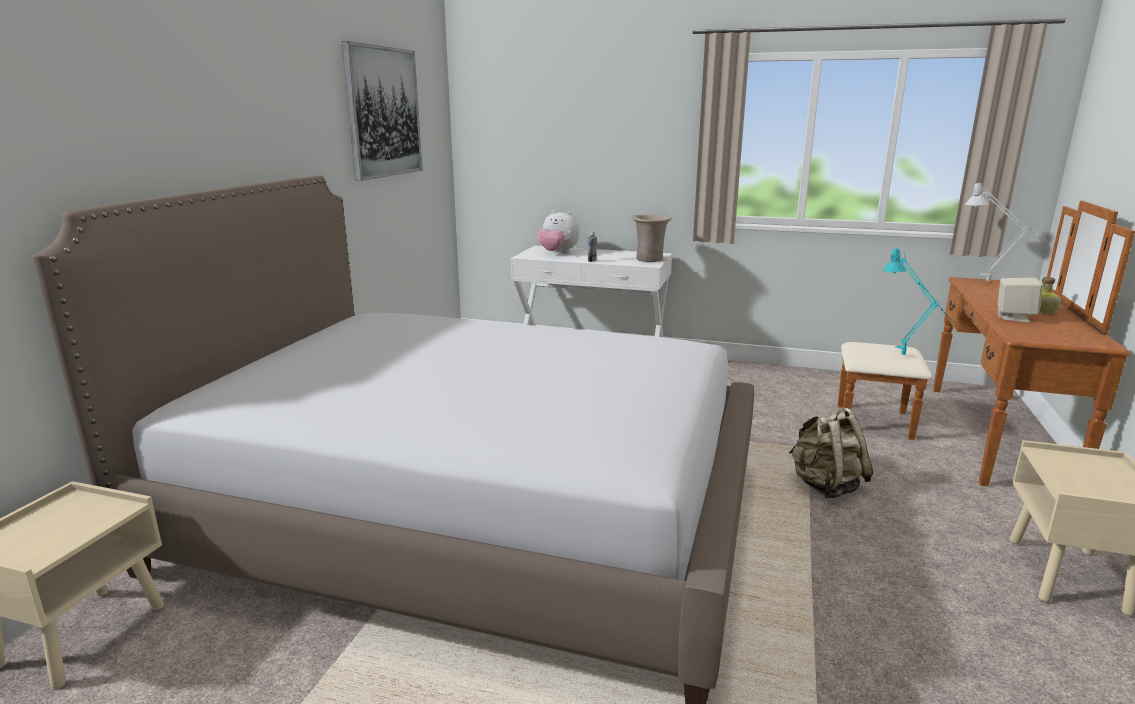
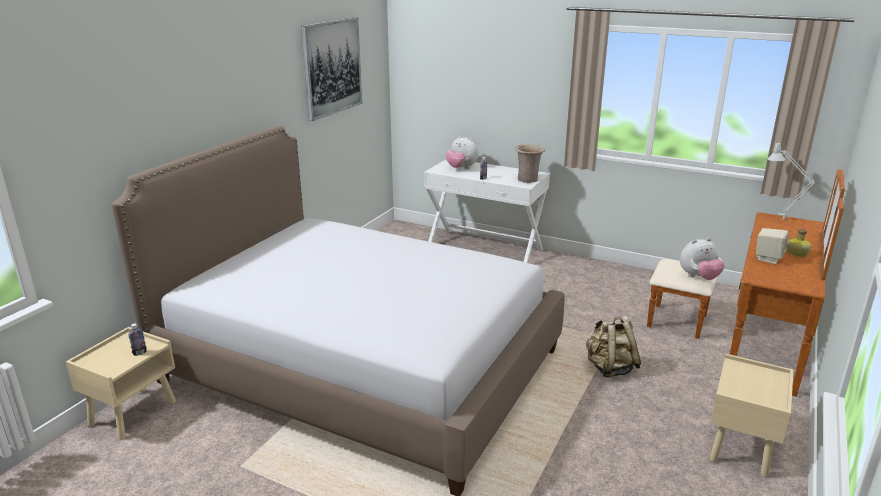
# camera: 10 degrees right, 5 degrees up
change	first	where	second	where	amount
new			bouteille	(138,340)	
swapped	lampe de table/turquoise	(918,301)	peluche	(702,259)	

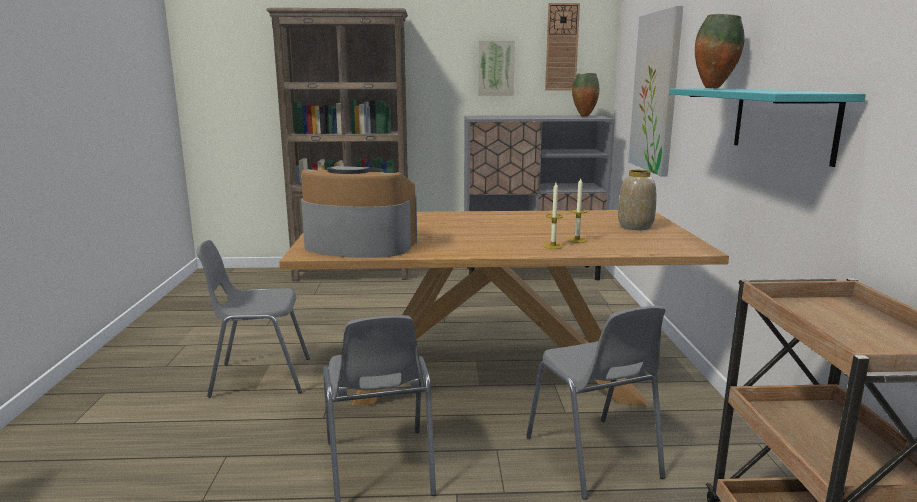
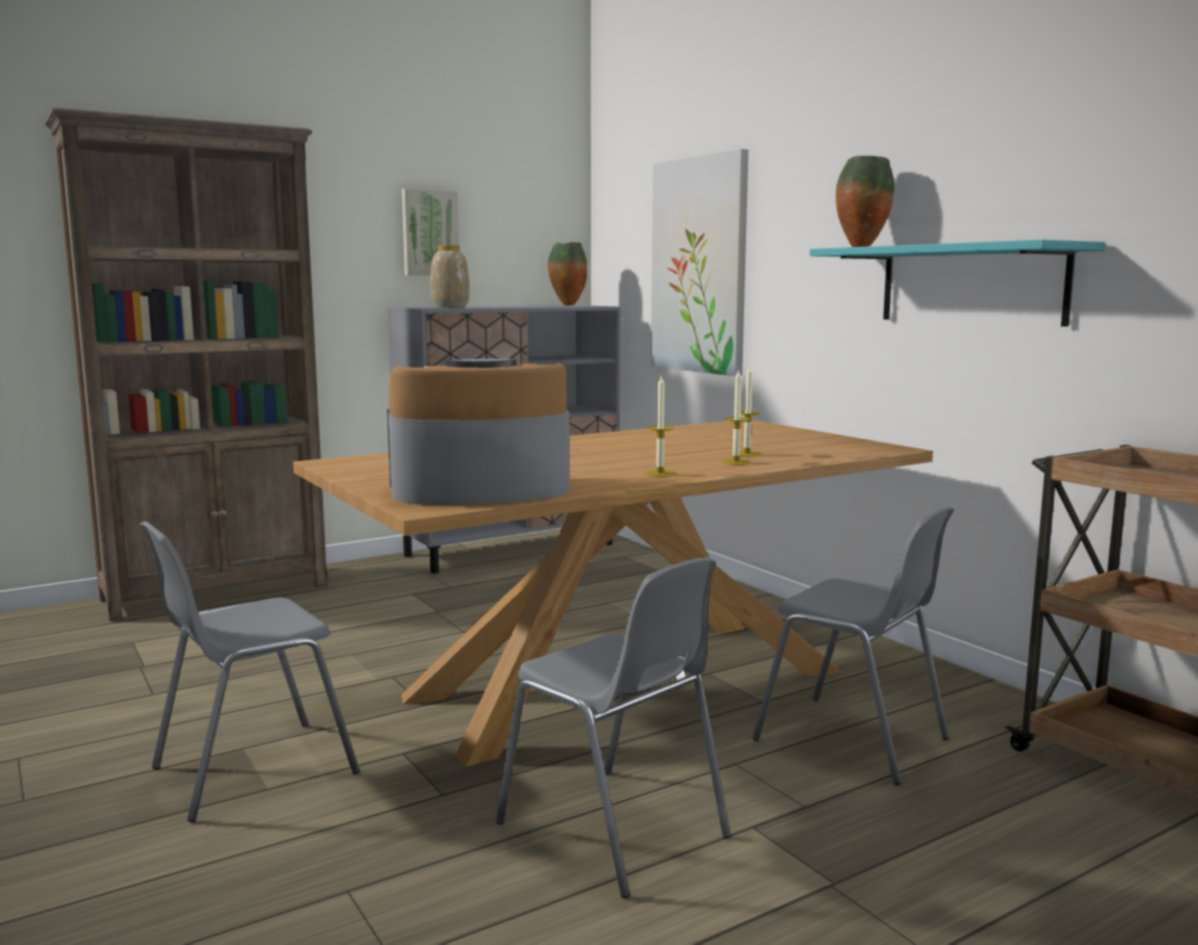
# camera: 30 degrees left, 5 degrees down
change	first	where	second	where	amount
gone	horloge murale	(562,46)			
new			bougie	(660,425)	
shifted	vase	(637,200)		(450,276)	

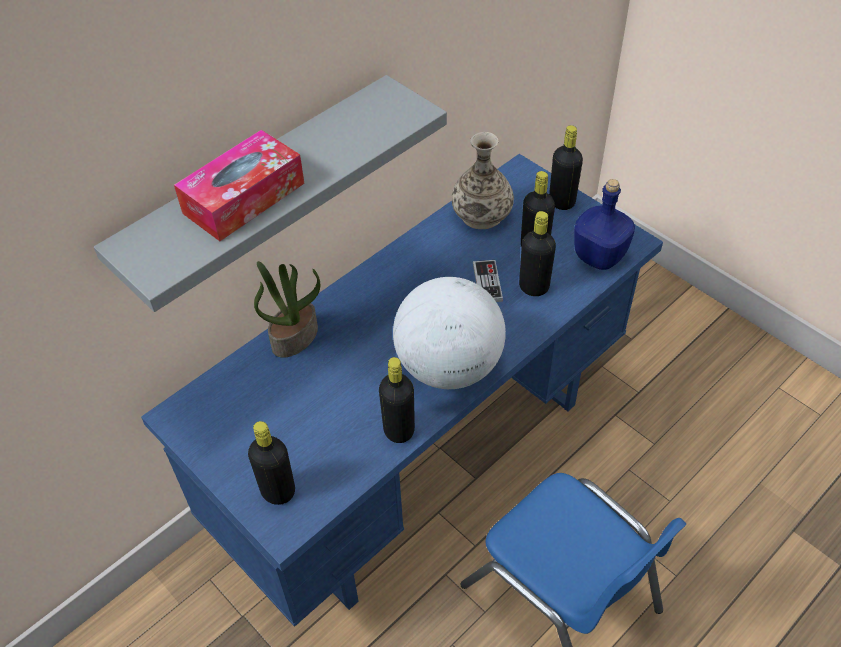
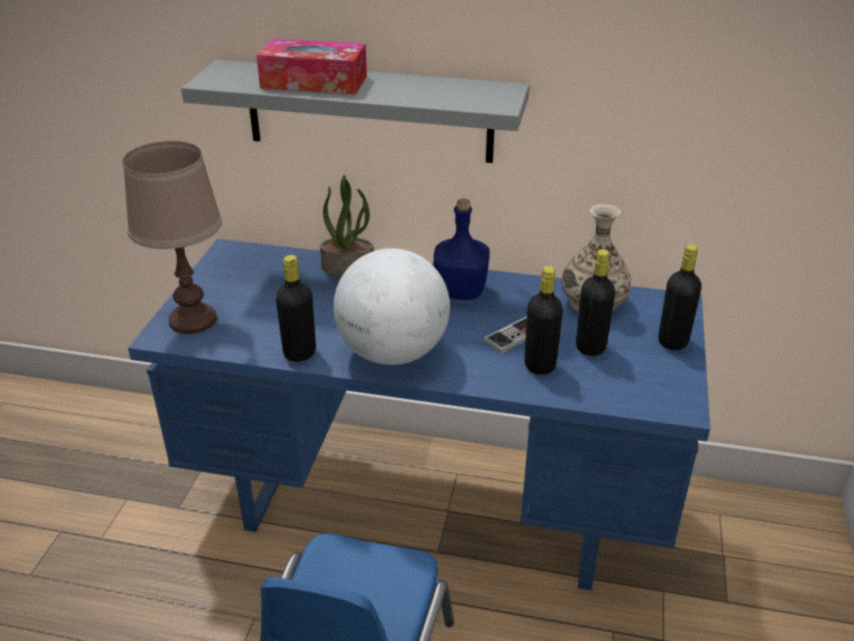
# camera: 55 degrees right, 15 degrees down
change	first	where	second	where	amount
shifted	bouteille/bleu	(604,224)		(461,249)	
swapped	bouteille/noir	(271,463)	lampe de table/marron	(172,237)	

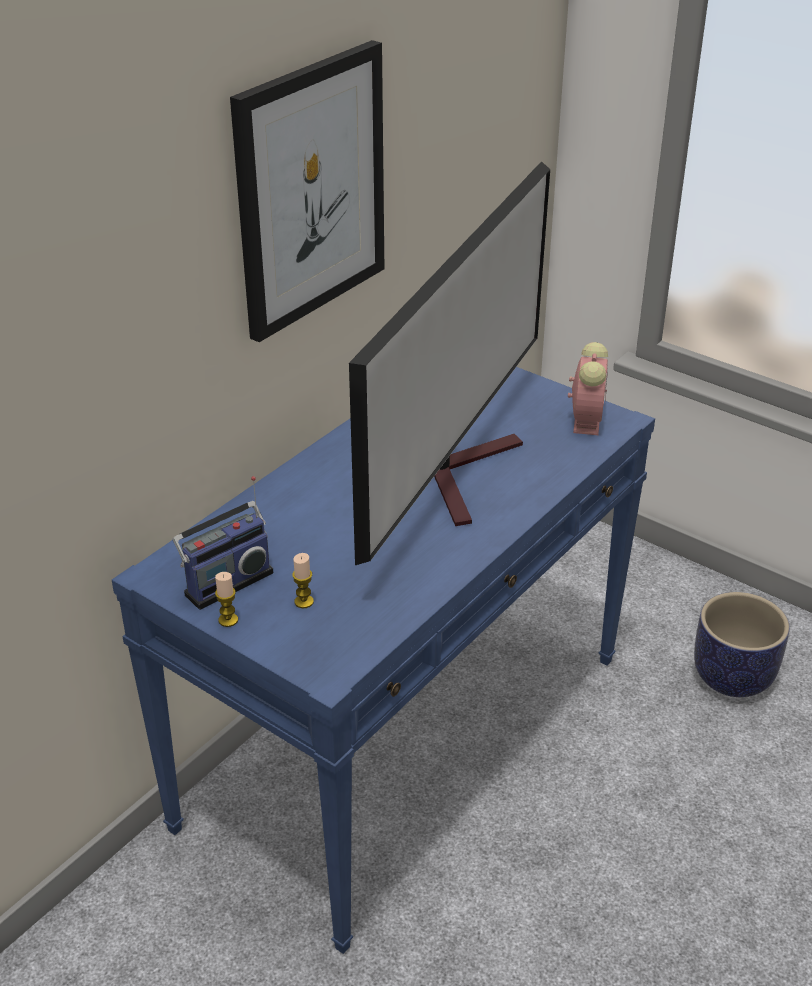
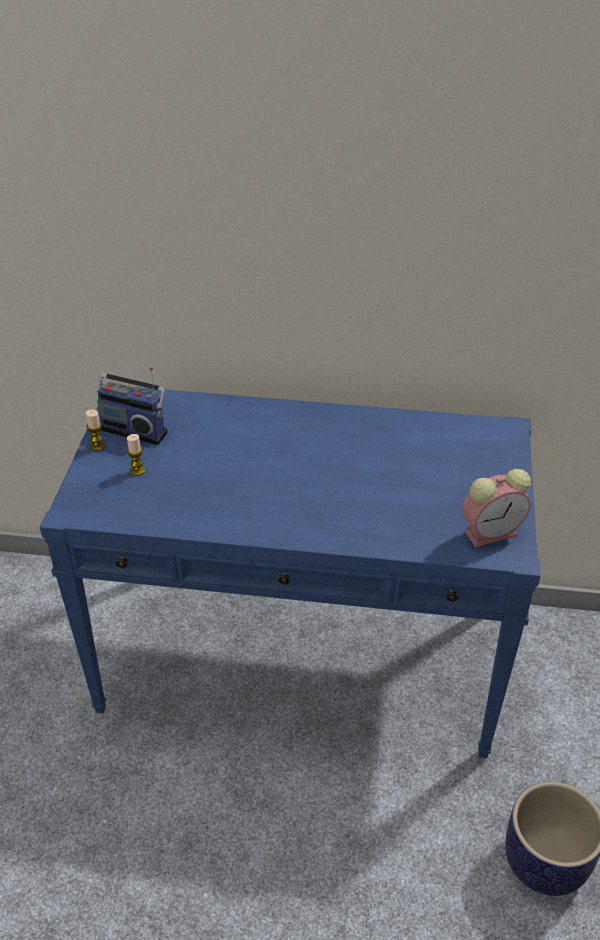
# camera: 60 degrees right, 5 degrees up
change	first	where	second	where	amount
gone	tableau	(307,191)			
gone	téléviseur	(449,363)			

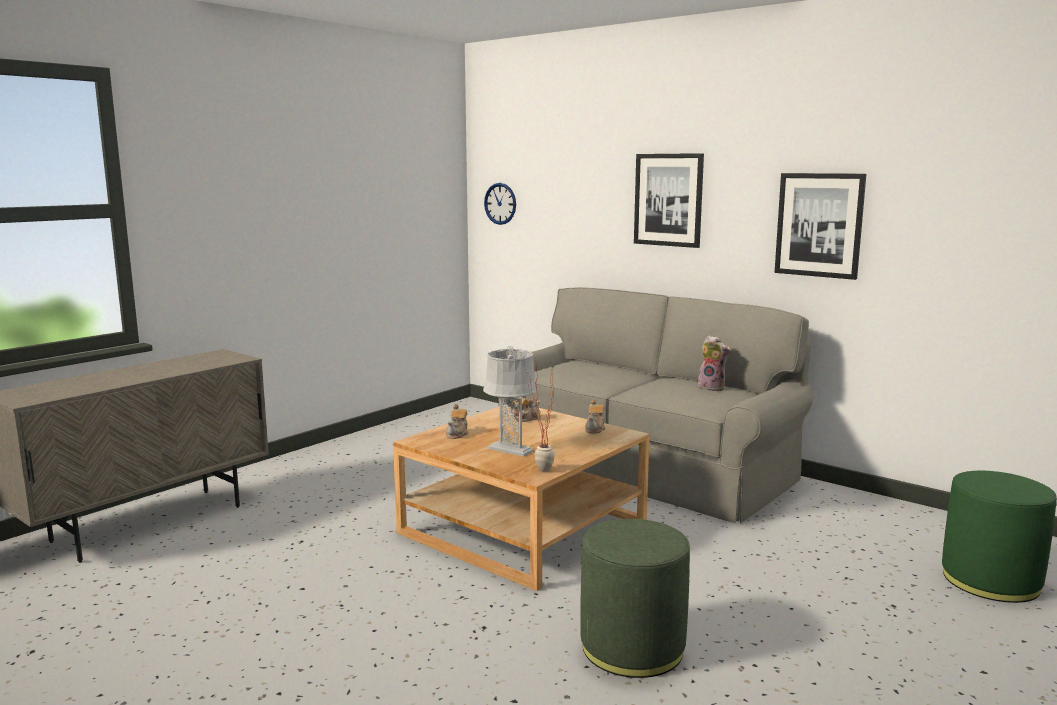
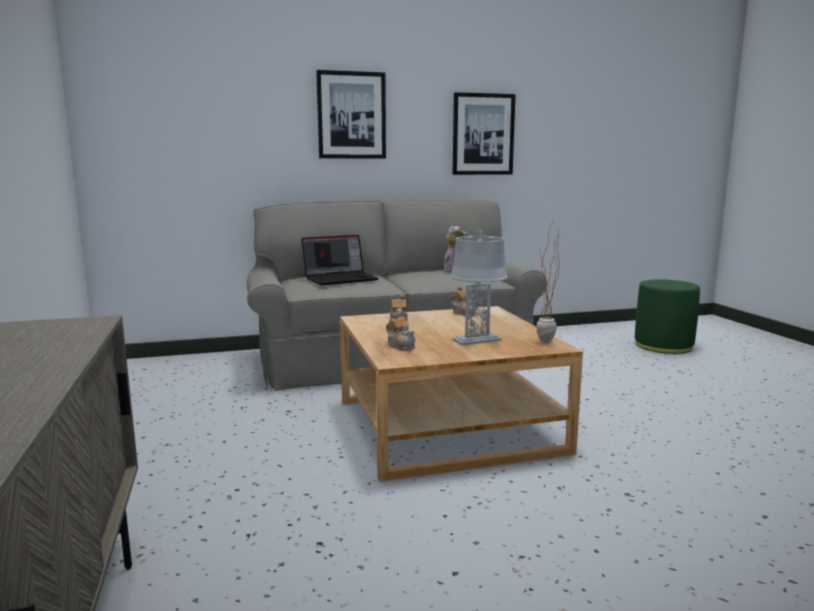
# camera: 55 degrees left, 0 degrees up
change	first	where	second	where	amount
gone	horloge murale	(500,204)			
gone	pouf/vert	(635,598)			
new			ordinateur portable	(340,260)	

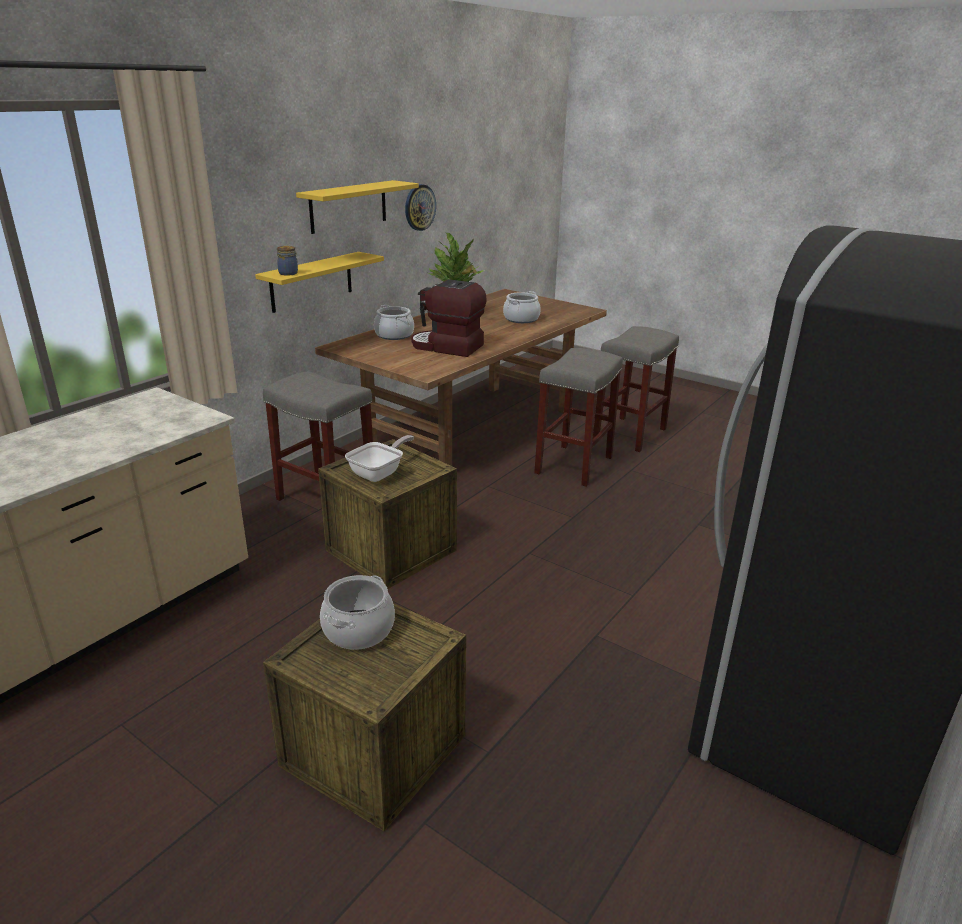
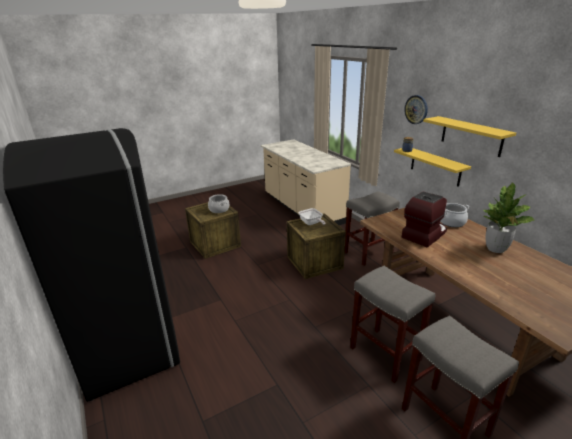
# camera: 115 degrees right, 0 degrees up
change	first	where	second	where	amount
gone	marmite	(522,307)			
shifted	horloge murale	(420,207)		(416,109)	

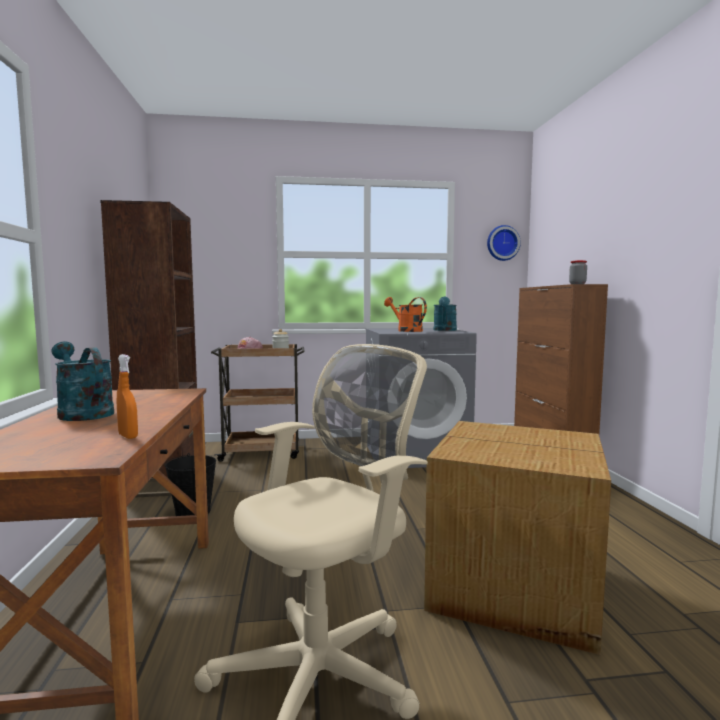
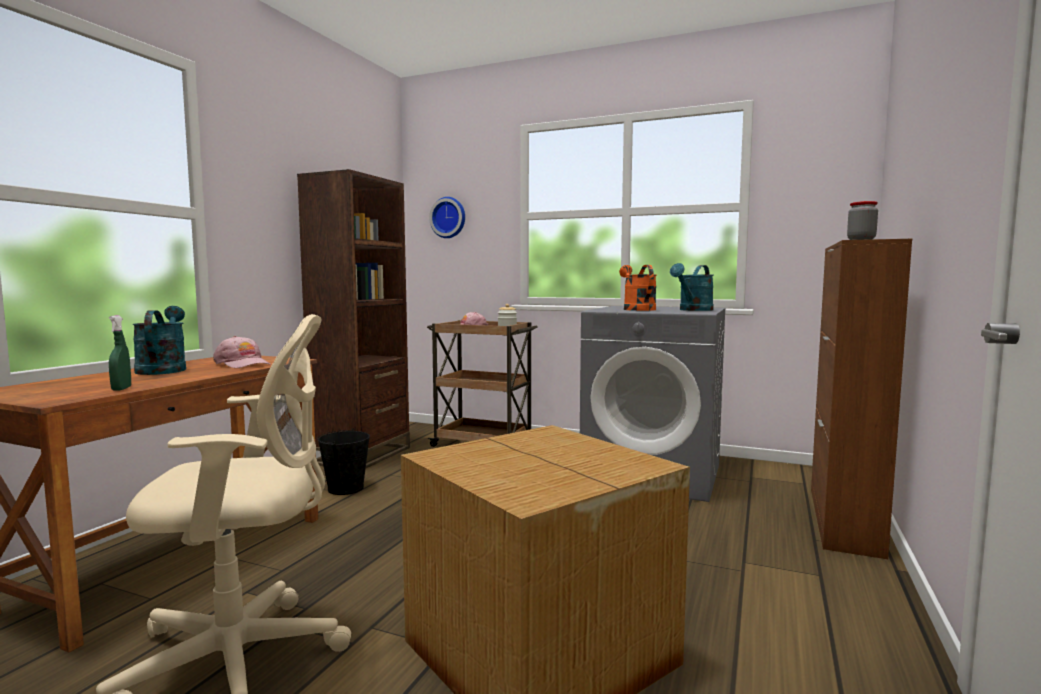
# camera: 30 degrees right, 0 degrees up
change	first	where	second	where	amount
new			casquette/rose	(242,352)	
shifted	horloge murale	(504,243)		(447,217)	
repainted	vaporisateur/orange	(127,396)	vaporisateur/vert	(120,353)	

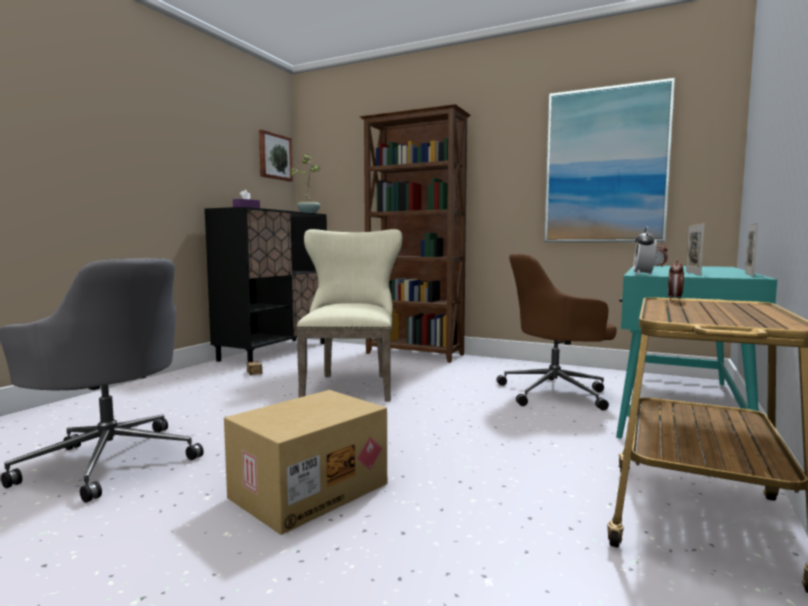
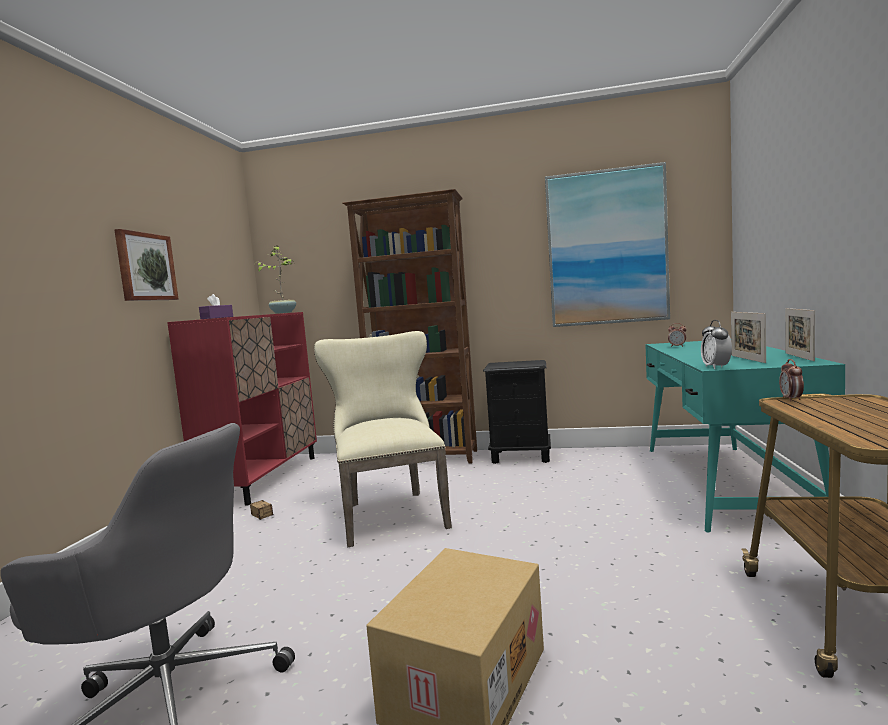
# camera: 15 degrees left, 0 degrees up
change	first	where	second	where	amount
gone	chaise de bureau/marron	(557,332)			
new			table de chevet/noir	(517,412)	
shifted	tableau	(276,155)		(146,265)	
repainted	meuble de rangement/noir	(266,284)	meuble de rangement/rouge	(242,409)	

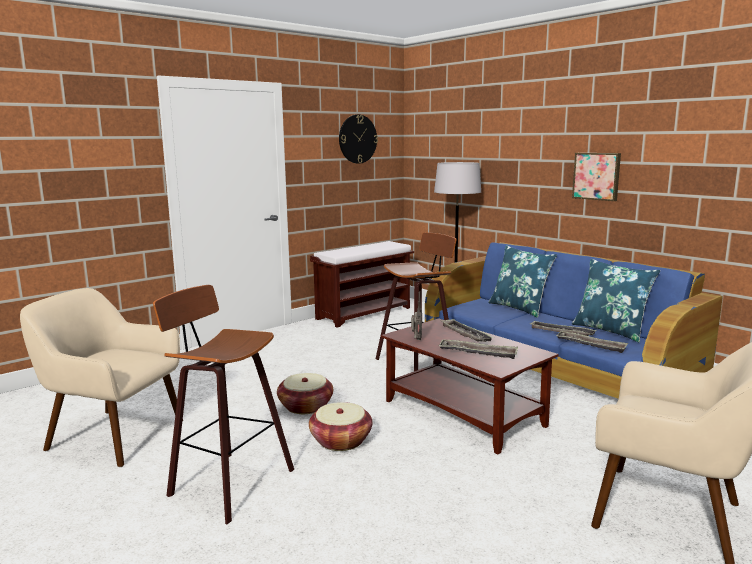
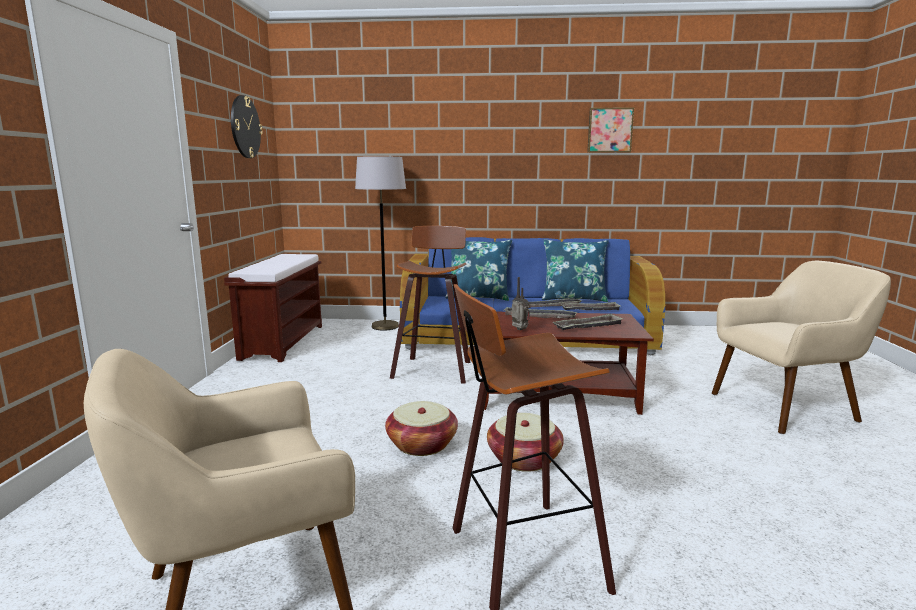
# camera: 45 degrees left, 0 degrees up
change	first	where	second	where	amount
shifted	tableau	(596,177)		(610,130)	

